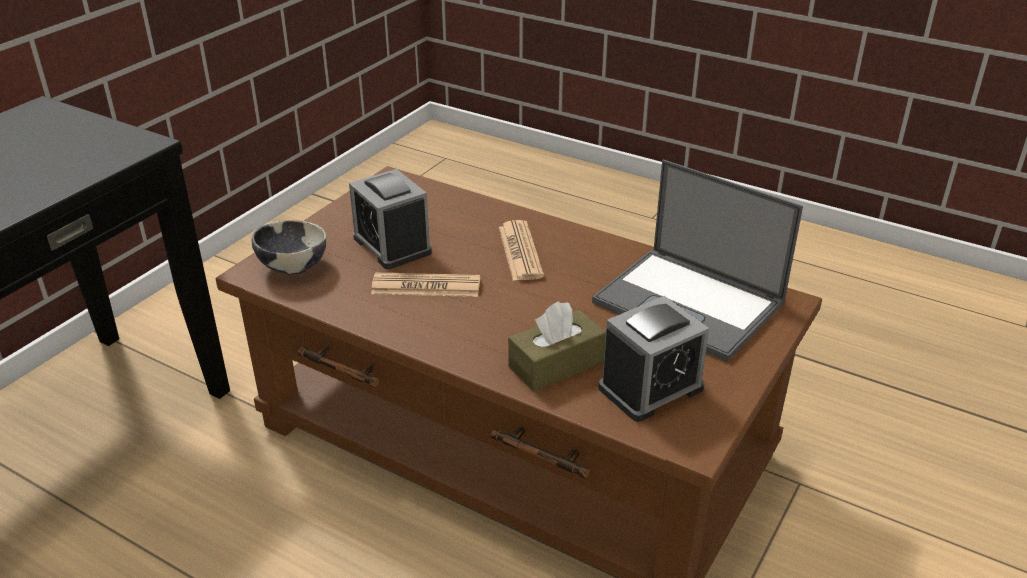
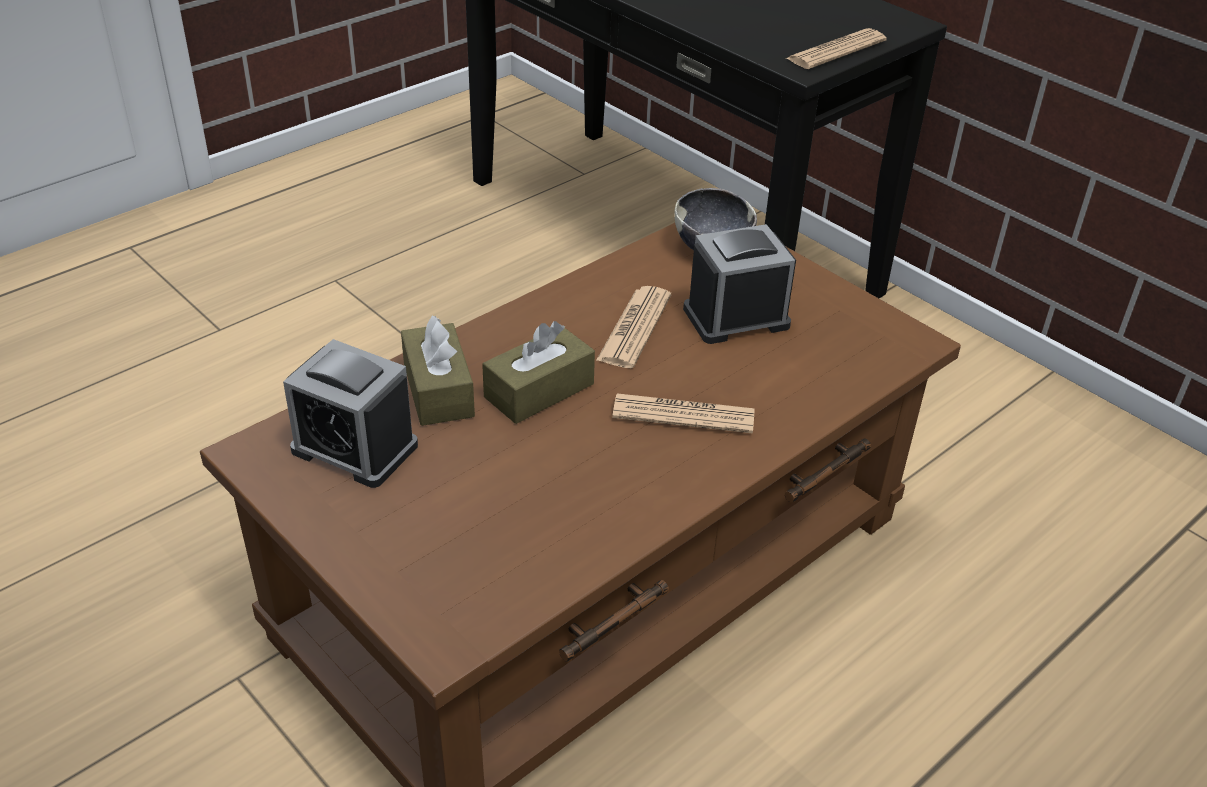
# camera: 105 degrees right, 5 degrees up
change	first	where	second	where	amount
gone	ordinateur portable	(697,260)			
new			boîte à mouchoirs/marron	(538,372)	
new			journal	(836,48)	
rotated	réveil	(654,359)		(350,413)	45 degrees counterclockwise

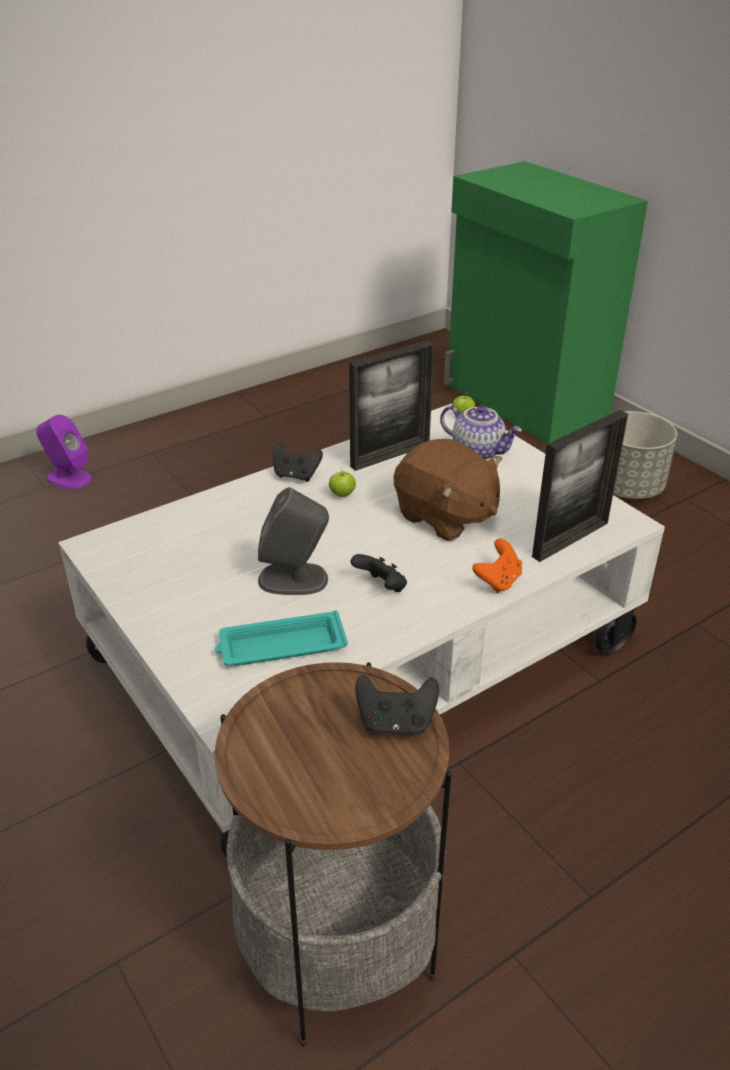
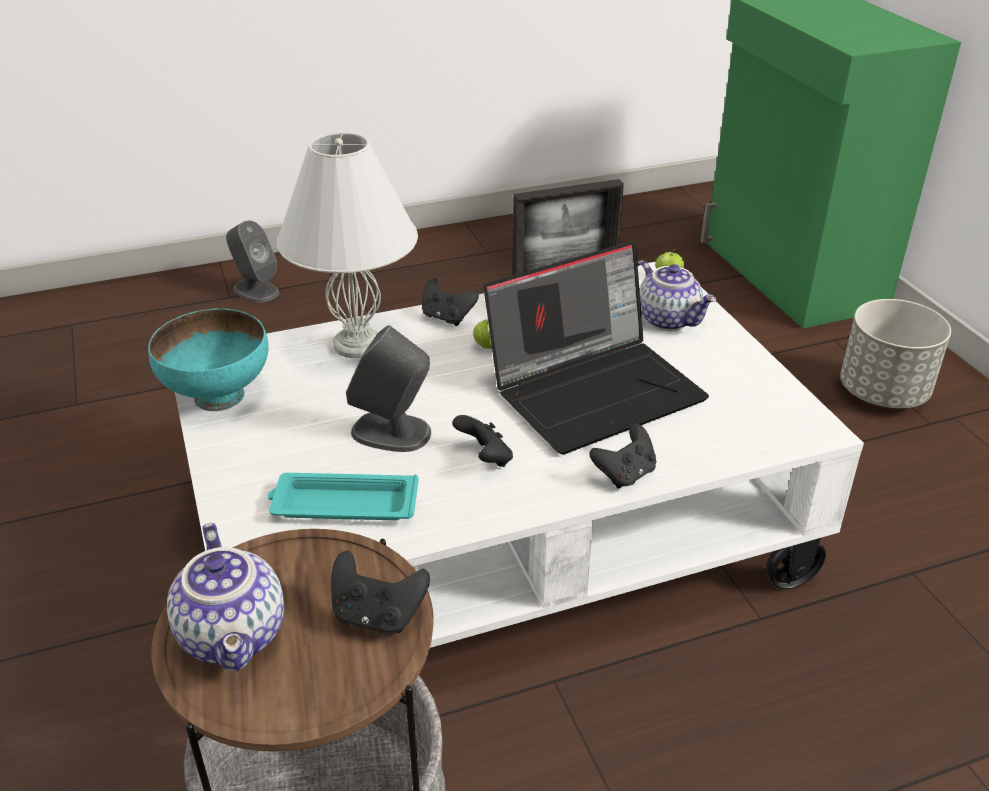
# camera: 15 degrees right, 0 degrees up
change	first	where	second	where	amount
gone	cadre photo	(580,486)			
new			bol/turquoise	(208,360)	
new			théière	(225,597)	
new			lampe de table/blanc	(347,245)	
swapped	peluche/marron	(448,490)	ordinateur portable	(596,348)	
repainted	enceinte/violet	(64,452)	enceinte/gris	(252,262)	
repainted	manette/orange	(497,566)	manette/noir	(622,456)	

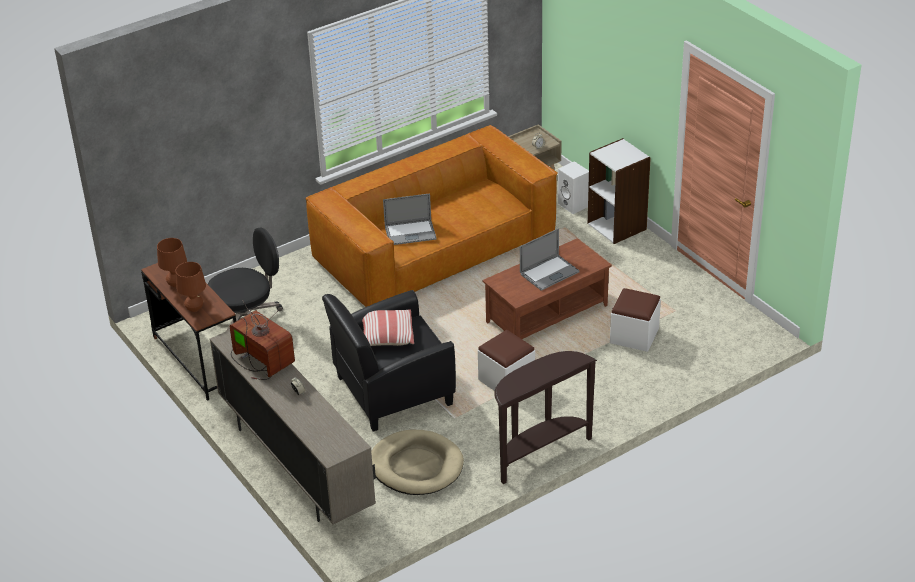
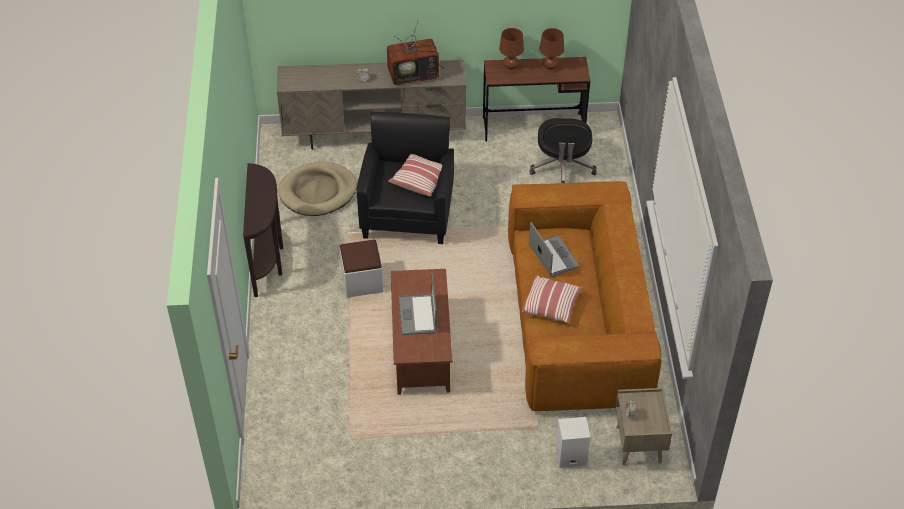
# camera: 120 degrees right, 10 degrees up
change	first	where	second	where	amount
gone	bibliothèque/blanc	(619,191)			
gone	pouf/blanc	(635,320)			
new			coussin	(552,299)	
rotated	ordinateur portable	(409,219)		(554,249)	135 degrees clockwise

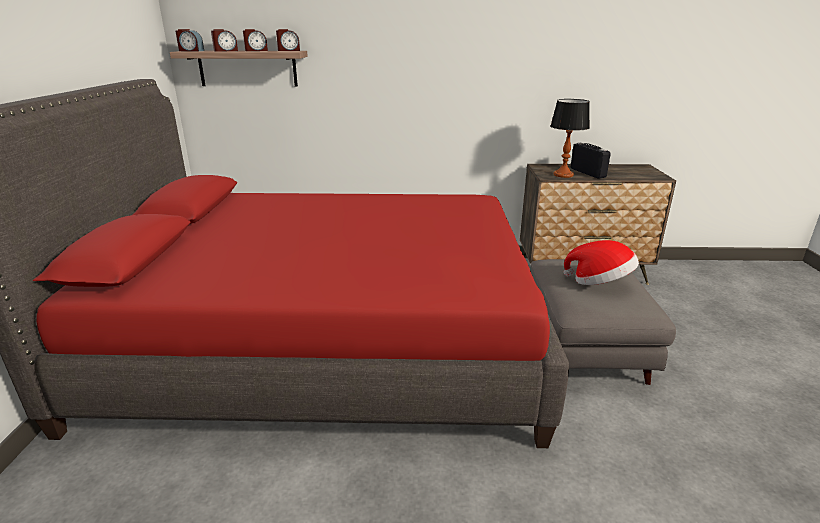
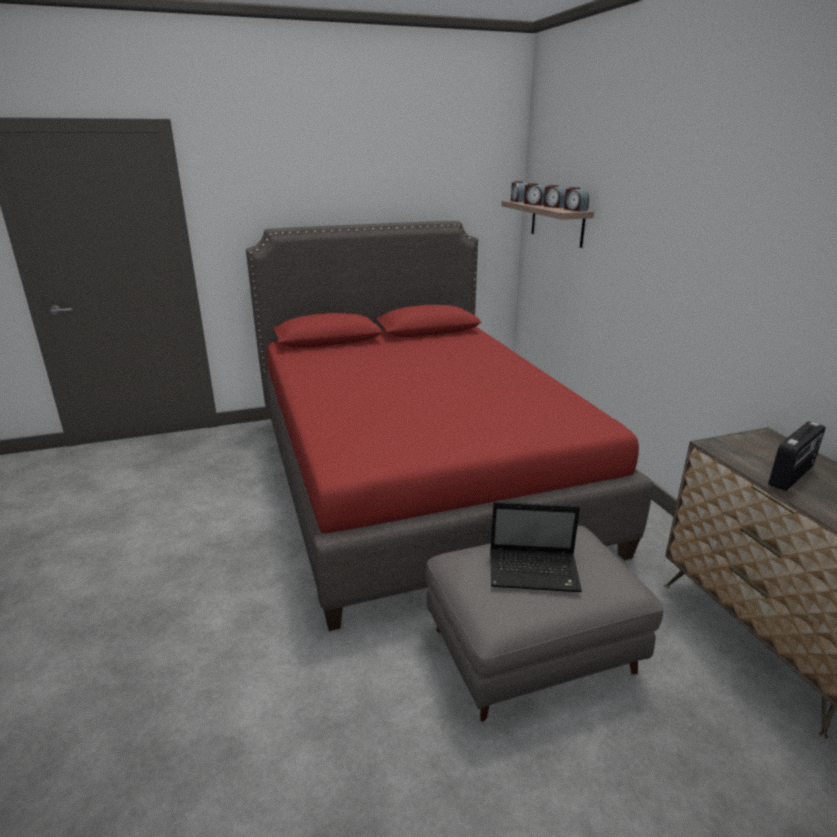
# camera: 70 degrees right, 0 degrees up
change	first	where	second	where	amount
gone	lampe de table	(570,138)			
swapped	chapeau	(601,262)	ordinateur portable	(536,547)	

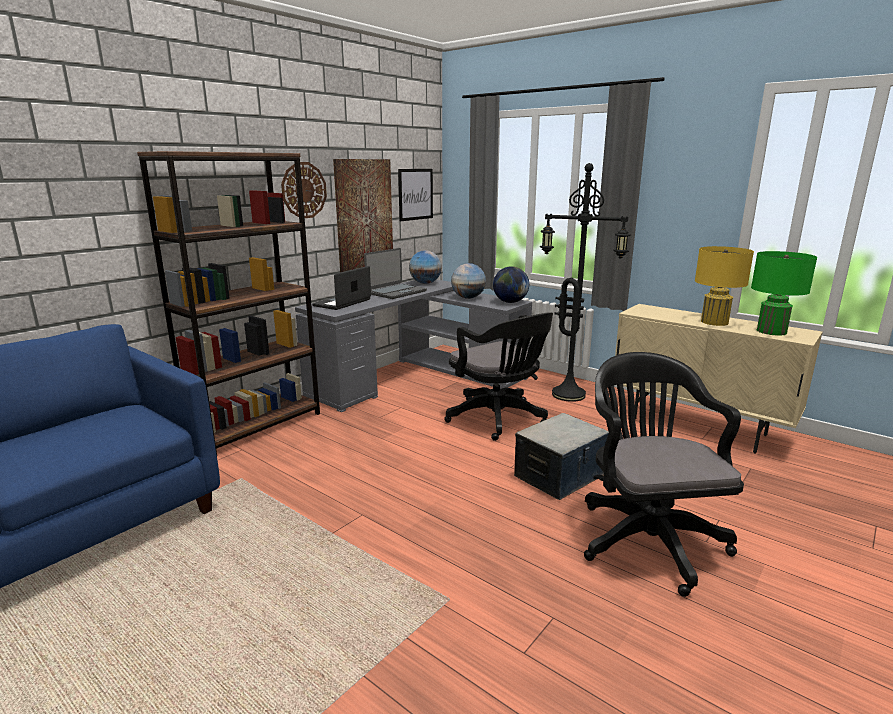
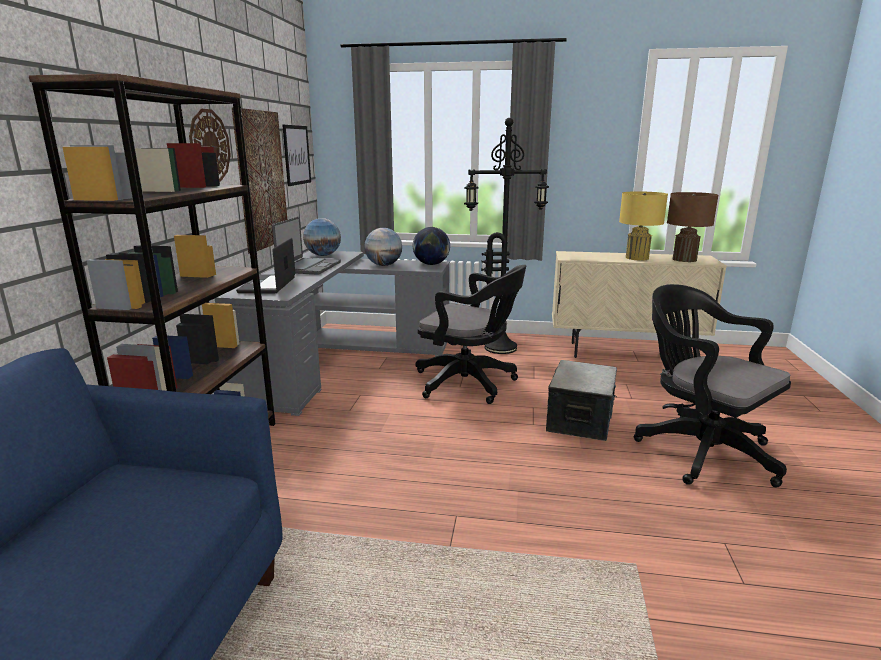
# camera: 30 degrees left, 0 degrees up
change	first	where	second	where	amount
repainted	lampe de table/vert	(784,293)	lampe de table/marron	(692,227)	

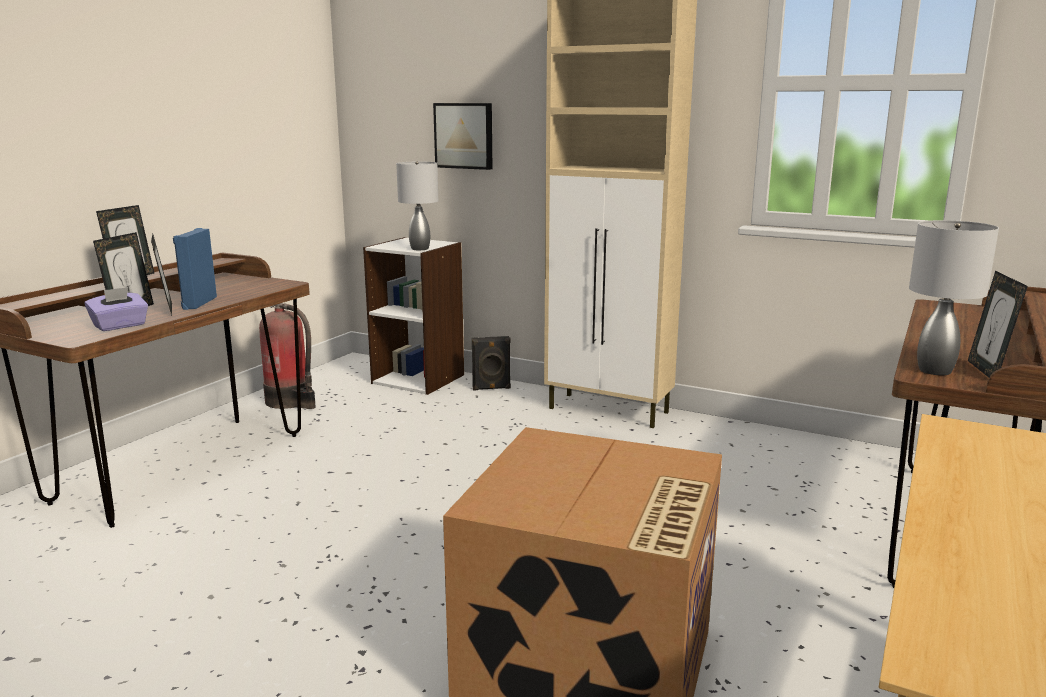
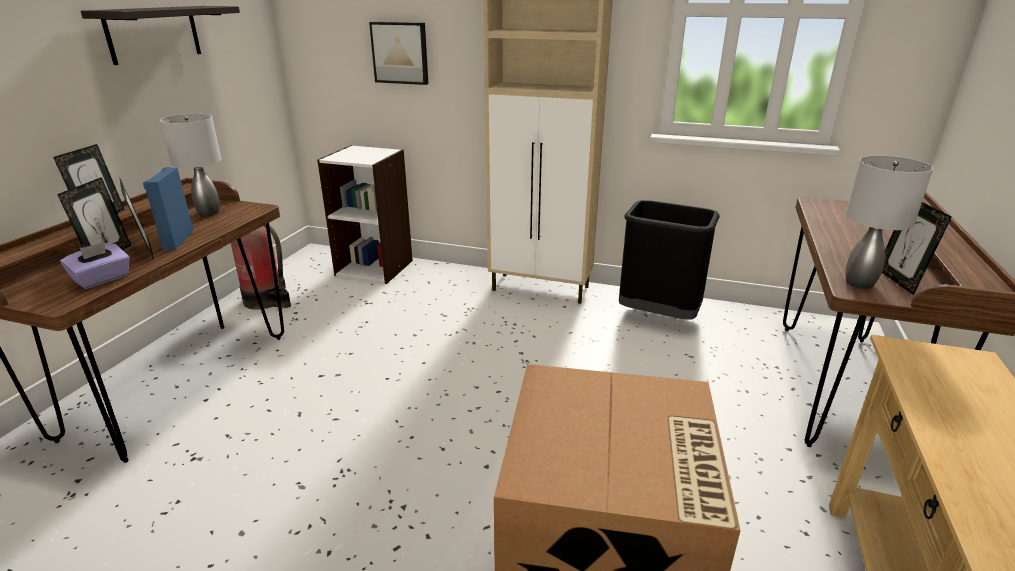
# camera: 10 degrees left, 10 degrees up
change	first	where	second	where	amount
gone	enceinte/noir	(491,363)			
new			étagère	(160,35)	
new			poubelle/noir	(669,259)	
shifted	lampe de table/gris	(417,205)		(190,165)	

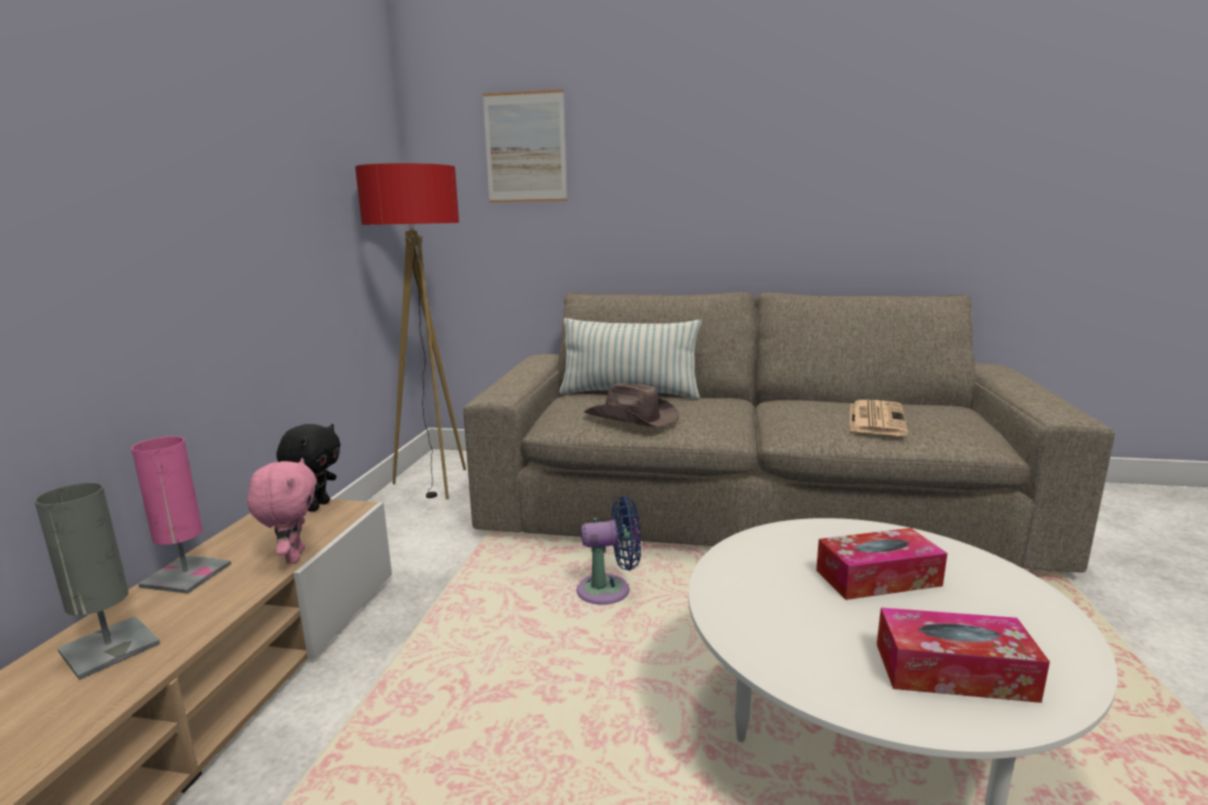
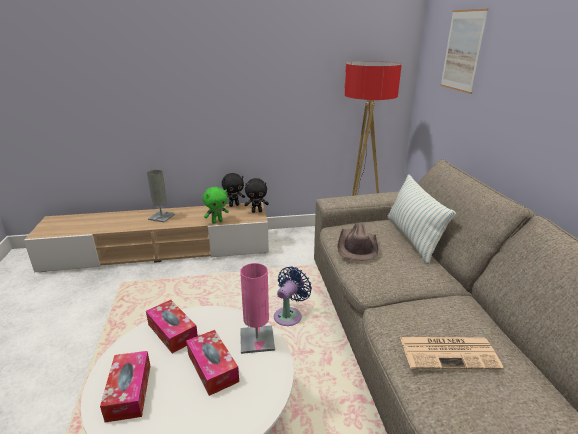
# camera: 70 degrees right, 10 degrees up
change	first	where	second	where	amount
new			boîte à mouchoirs	(172,326)	
new			peluche/noir	(233,190)	
shifted	lampe de table/rose	(181,515)		(257,308)	
repainted	peluche/rose	(282,511)	peluche/vert	(216,205)	
rotated	ventilateur/bleu	(608,550)		(293,296)	120 degrees counterclockwise

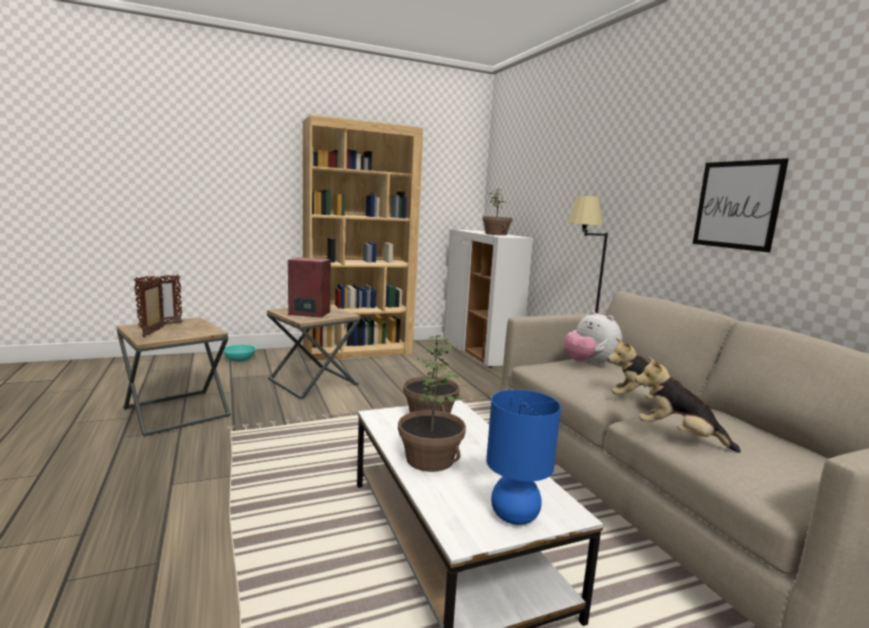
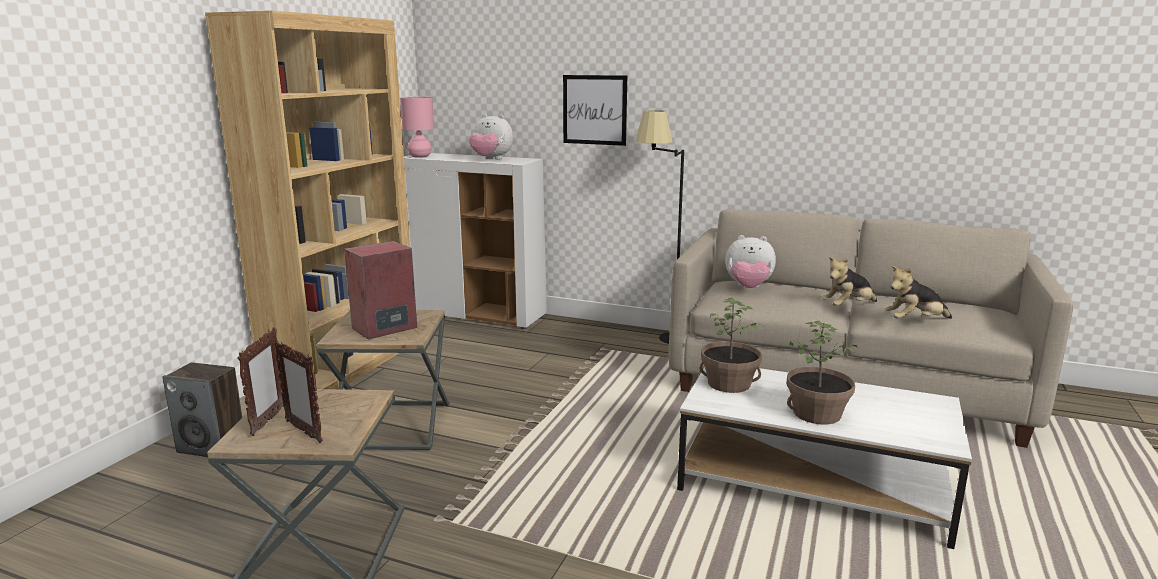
# camera: 45 degrees left, 5 degrees up
change	first	where	second	where	amount
gone	lampe de table/bleu	(523,457)			
new			lampe de table/rose	(417,127)	
shifted	tableau	(741,205)		(595,110)	
swapped	bol/turquoise	(239,353)	enceinte	(202,409)	
swapped	plante en pot	(497,212)	peluche	(491,136)	

